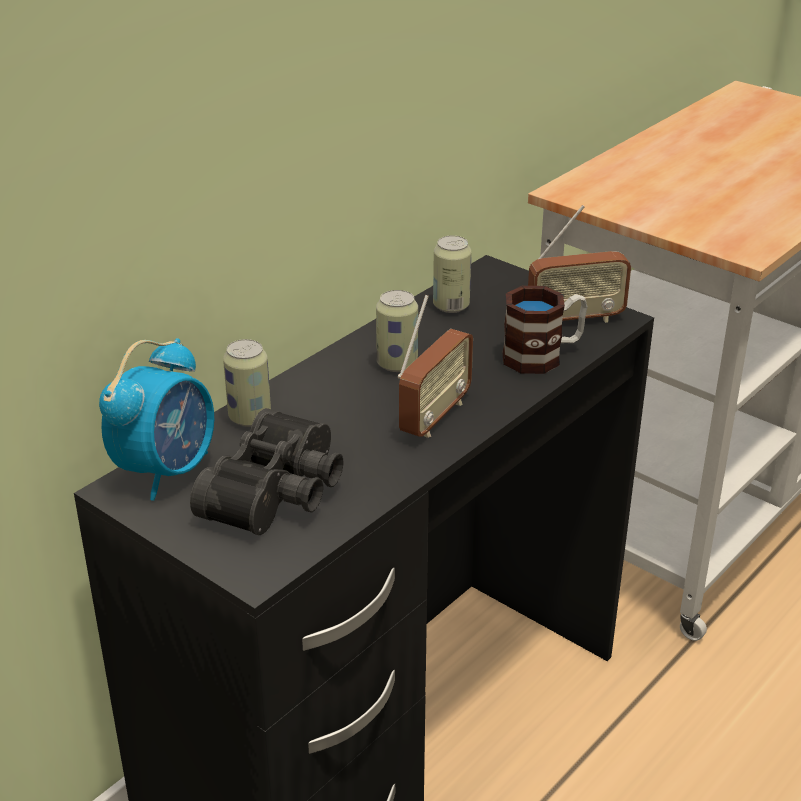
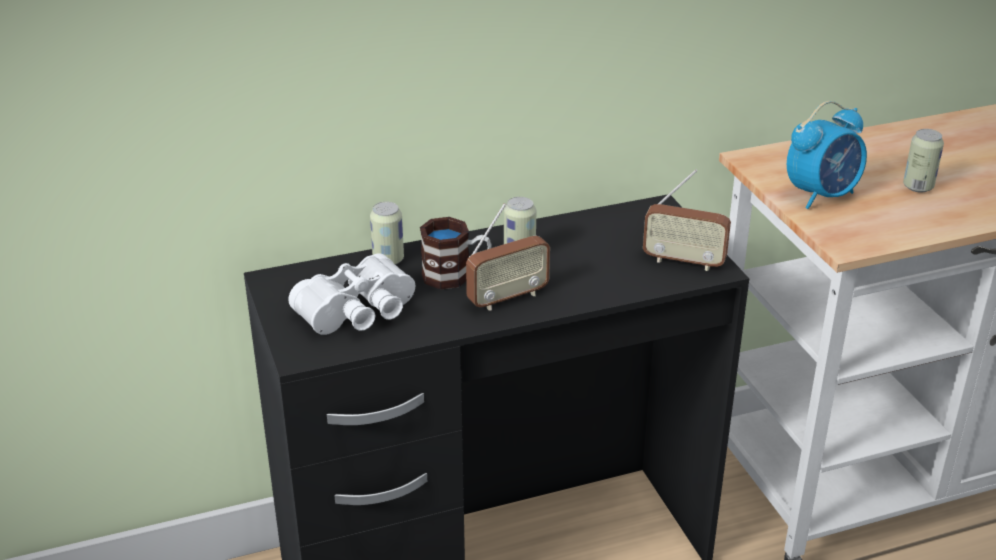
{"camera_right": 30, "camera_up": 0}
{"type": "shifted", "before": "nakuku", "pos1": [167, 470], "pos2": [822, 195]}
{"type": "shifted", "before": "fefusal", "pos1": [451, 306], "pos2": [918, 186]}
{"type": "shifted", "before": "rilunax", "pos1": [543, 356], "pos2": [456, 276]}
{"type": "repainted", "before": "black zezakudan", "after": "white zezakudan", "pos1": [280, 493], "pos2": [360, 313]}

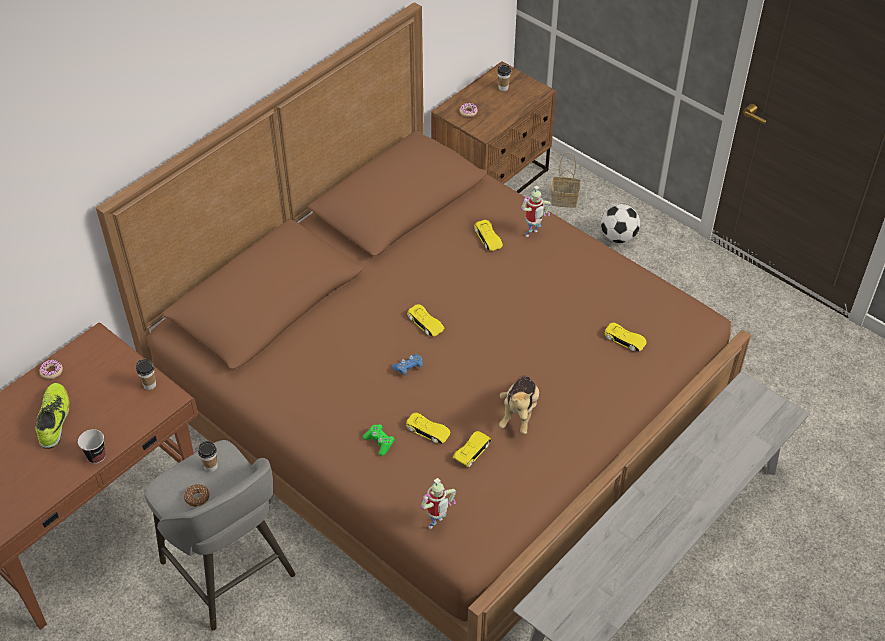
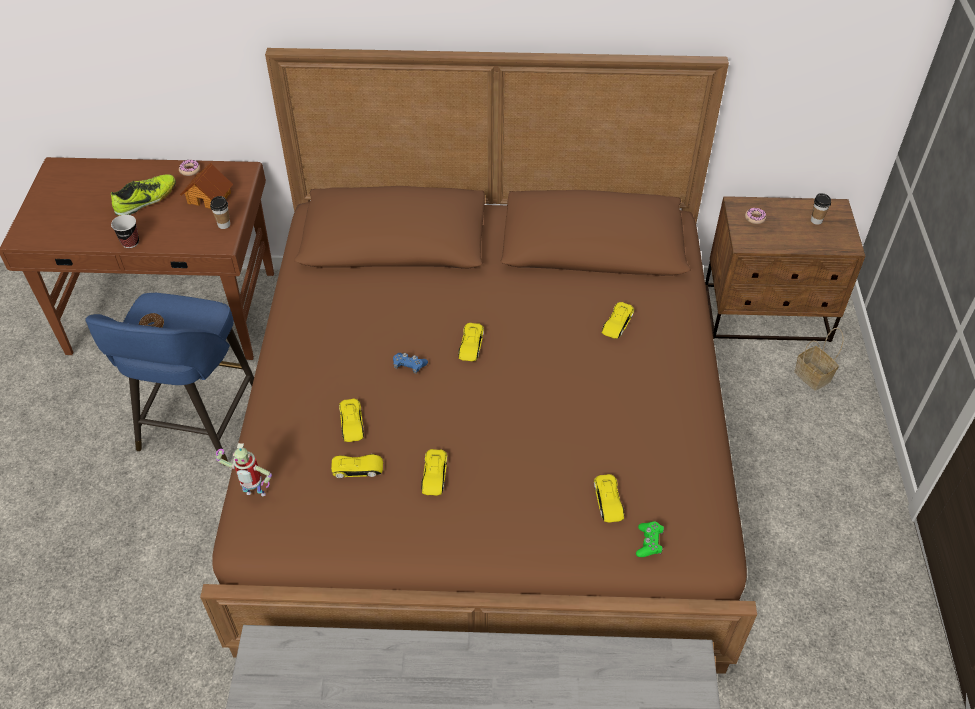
{"camera_right": 50, "camera_up": 0}
{"type": "gone", "before": "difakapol", "pos1": [211, 466]}
{"type": "gone", "before": "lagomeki", "pos1": [532, 234]}
{"type": "gone", "before": "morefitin", "pos1": [618, 237]}
{"type": "new", "after": "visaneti", "pos2": [209, 197]}
{"type": "shifted", "before": "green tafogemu", "pos1": [379, 442], "pos2": [649, 543]}
{"type": "swapped", "before": "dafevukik", "after": "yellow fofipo", "pos1": [519, 413], "pos2": [434, 475]}
{"type": "repainted", "before": "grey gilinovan", "after": "blue gilinovan", "pos1": [230, 572], "pos2": [197, 423]}

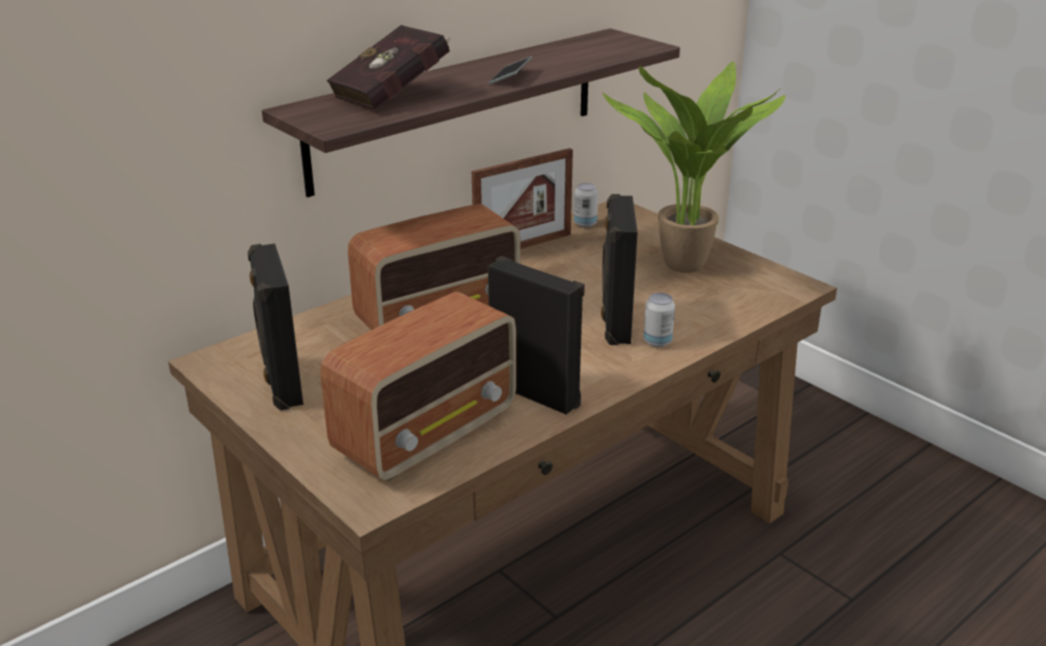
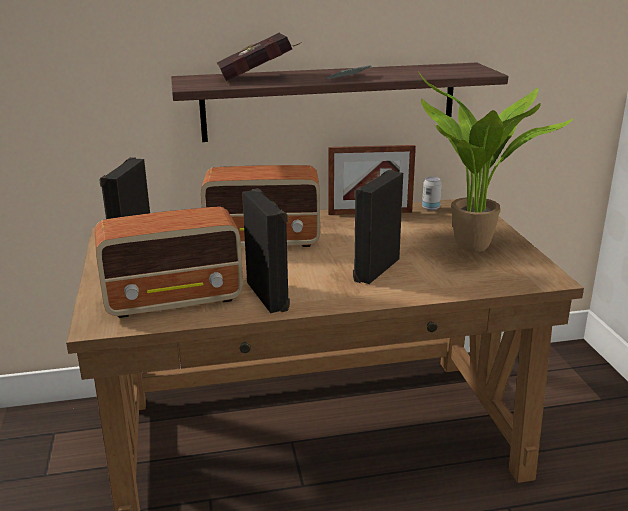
{"camera_right": 30, "camera_up": -5}
{"type": "gone", "before": "fefusal", "pos1": [657, 342]}

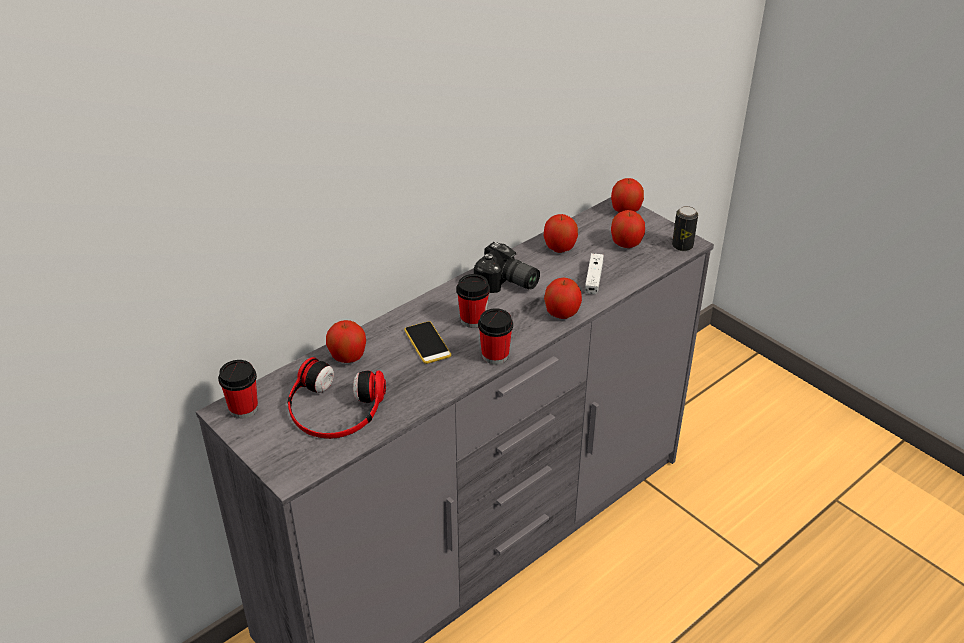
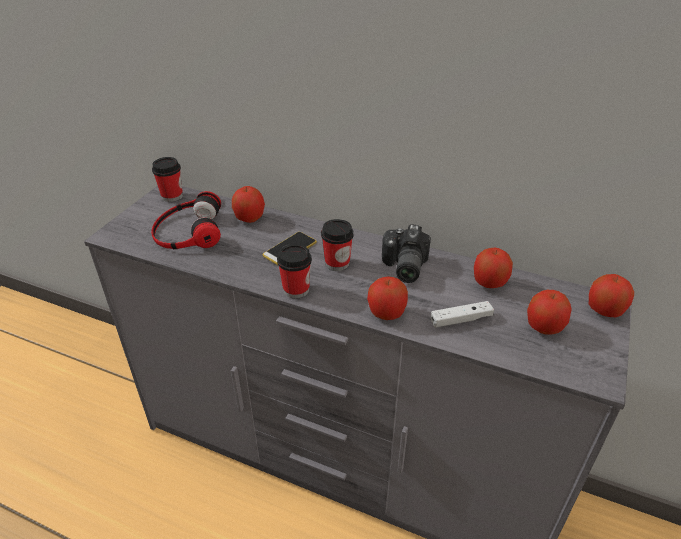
{"camera_right": 65, "camera_up": 0}
{"type": "gone", "before": "fefusal", "pos1": [682, 246]}

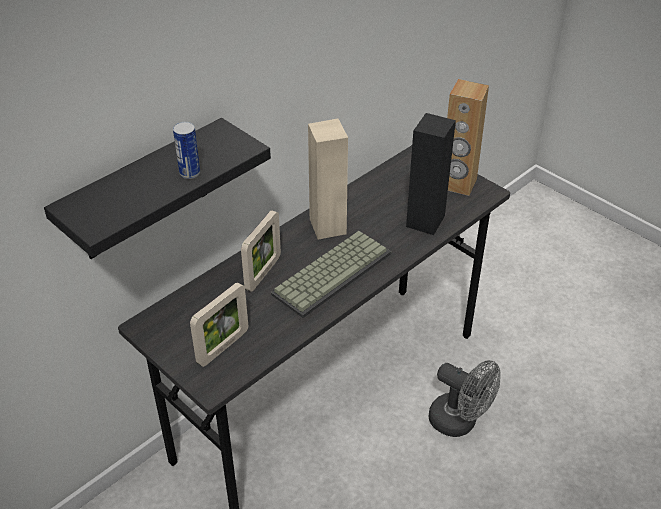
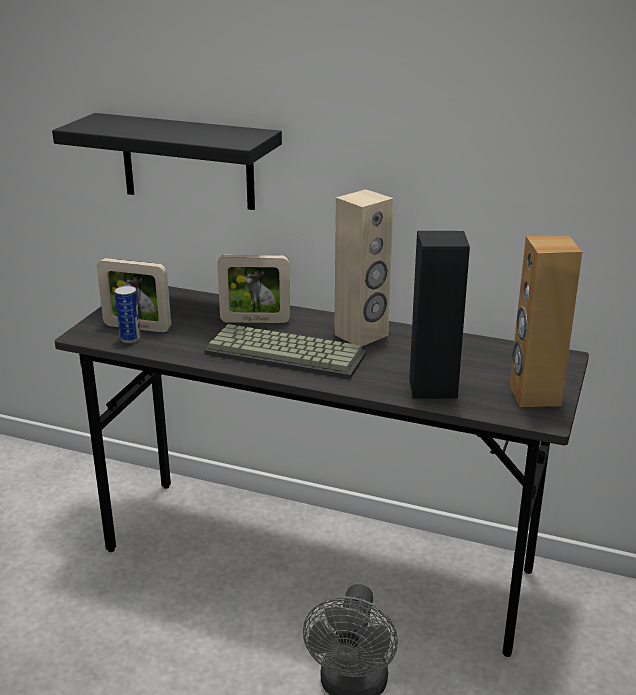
{"camera_right": 65, "camera_up": -15}
{"type": "shifted", "before": "fefusal", "pos1": [189, 173], "pos2": [130, 339]}

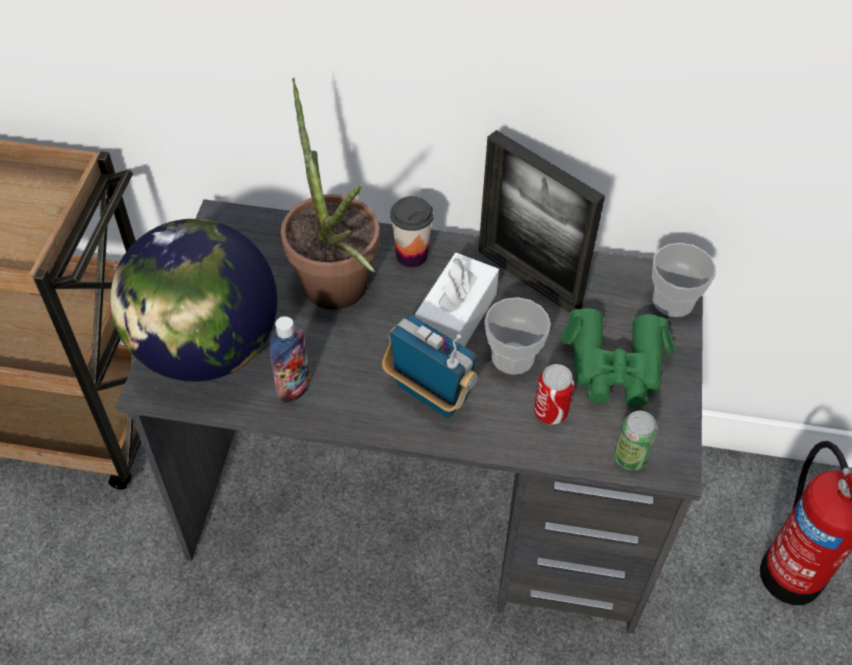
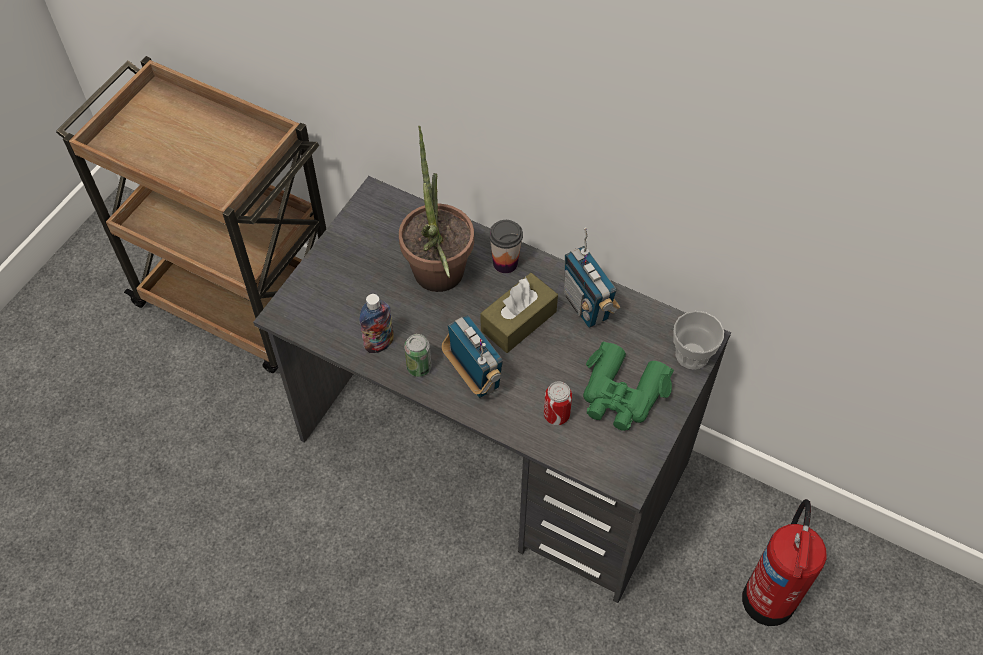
{"camera_right": 20, "camera_up": 5}
{"type": "gone", "before": "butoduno", "pos1": [206, 349]}
{"type": "gone", "before": "difakapol", "pos1": [513, 357]}
{"type": "shifted", "before": "fefusal", "pos1": [630, 457], "pos2": [419, 367]}
{"type": "swapped", "before": "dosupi", "after": "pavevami", "pos1": [528, 279], "pos2": [587, 306]}
{"type": "repainted", "before": "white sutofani", "after": "brown sutofani", "pos1": [456, 316], "pos2": [518, 321]}

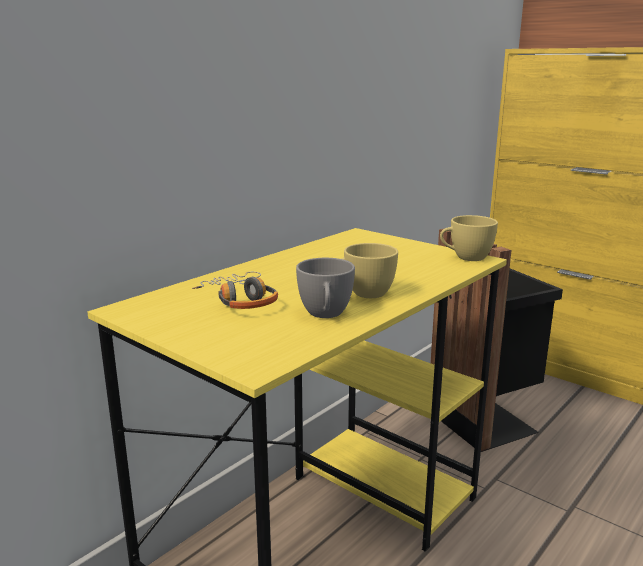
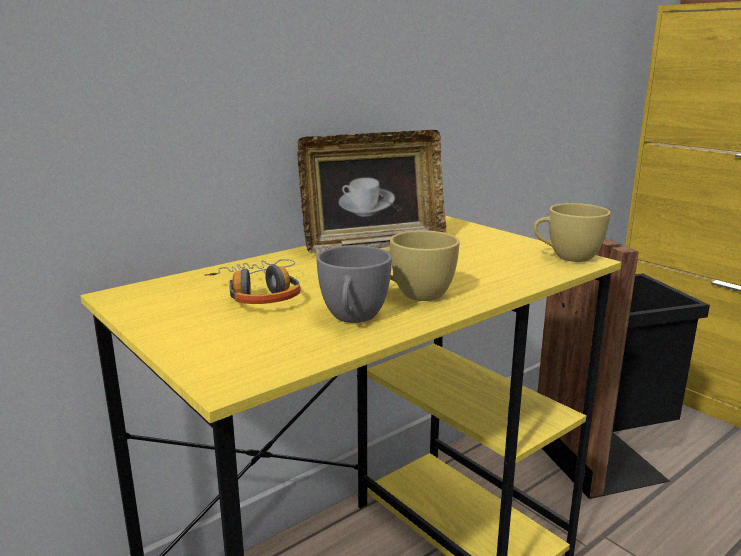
{"camera_right": 10, "camera_up": 0}
{"type": "new", "after": "dosupi", "pos2": [373, 245]}

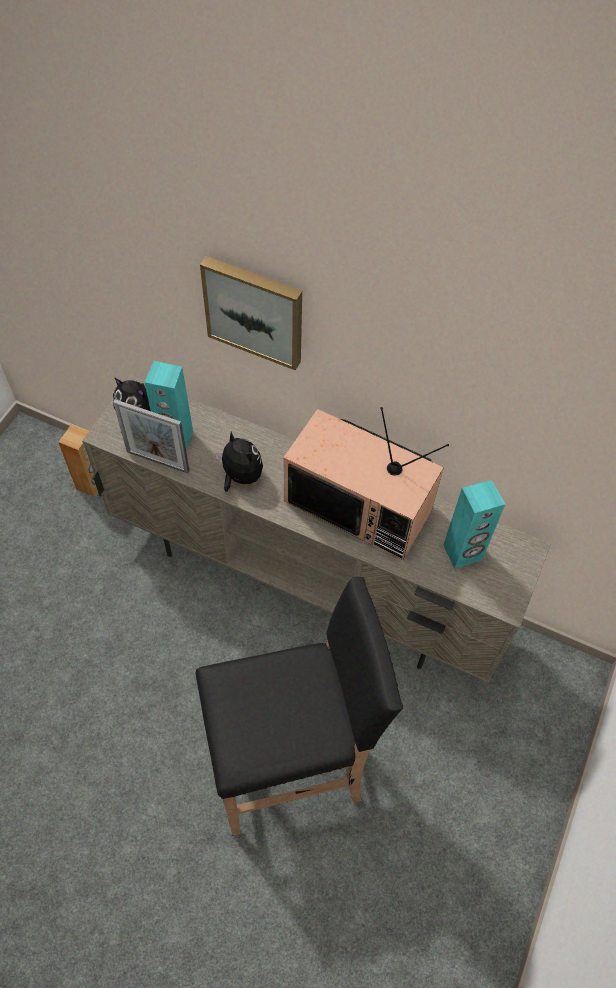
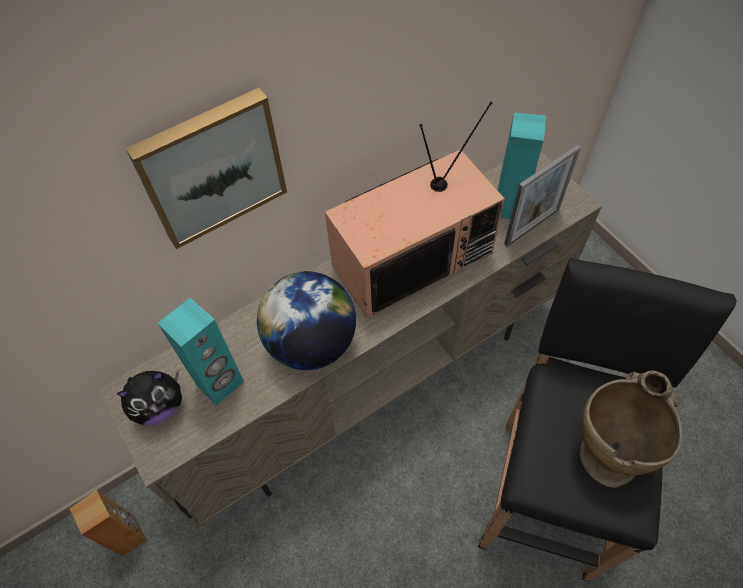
{"camera_right": -55, "camera_up": 0}
{"type": "new", "after": "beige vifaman", "pos2": [610, 445]}
{"type": "shifted", "before": "dosupi", "pos1": [158, 461], "pos2": [532, 226]}
{"type": "swapped", "before": "dafevukik", "after": "butoduno", "pos1": [240, 476], "pos2": [311, 343]}

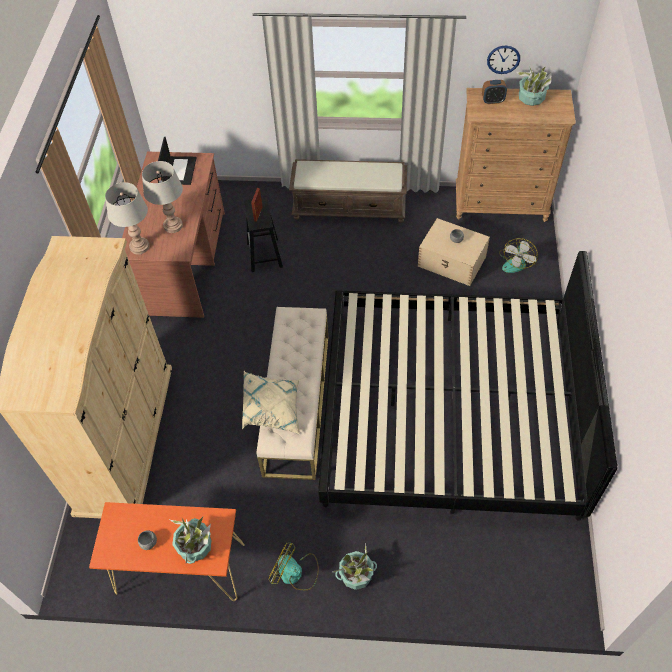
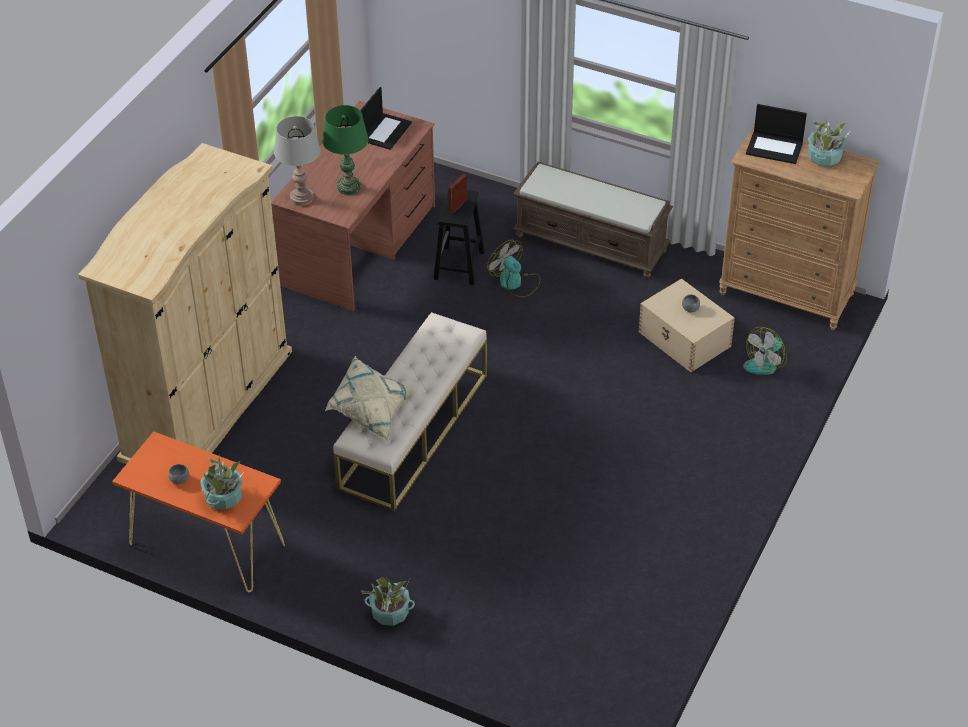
{"camera_right": 20, "camera_up": -10}
{"type": "gone", "before": "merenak", "pos1": [450, 410]}
{"type": "gone", "before": "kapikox", "pos1": [503, 59]}
{"type": "shifted", "before": "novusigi", "pos1": [295, 573], "pos2": [515, 283]}
{"type": "swapped", "before": "nakuku", "after": "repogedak", "pos1": [492, 101], "pos2": [775, 148]}
{"type": "repainted", "before": "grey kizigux", "after": "green kizigux", "pos1": [173, 226], "pos2": [348, 187]}

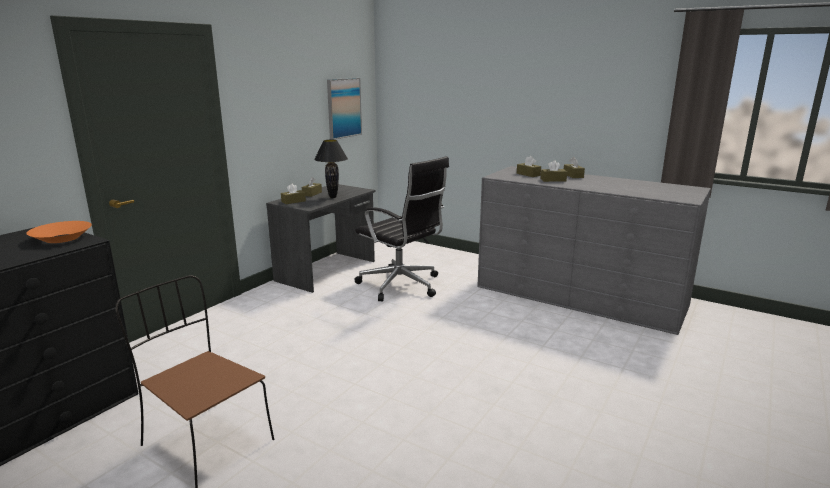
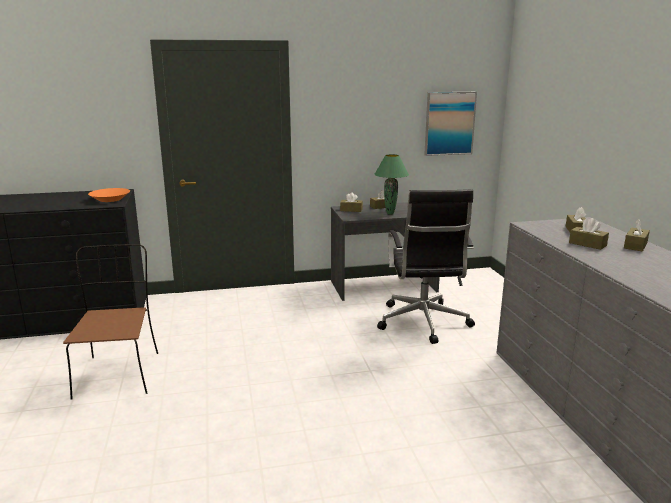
{"camera_right": 45, "camera_up": 0}
{"type": "repainted", "before": "black kizigux", "after": "green kizigux", "pos1": [332, 197], "pos2": [390, 213]}

